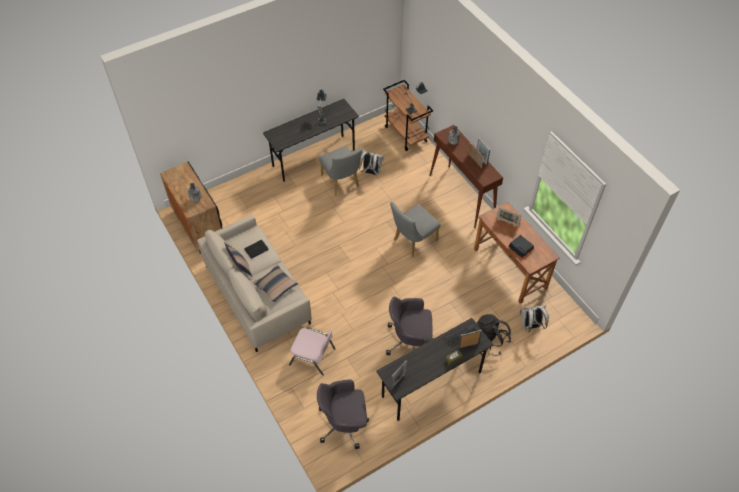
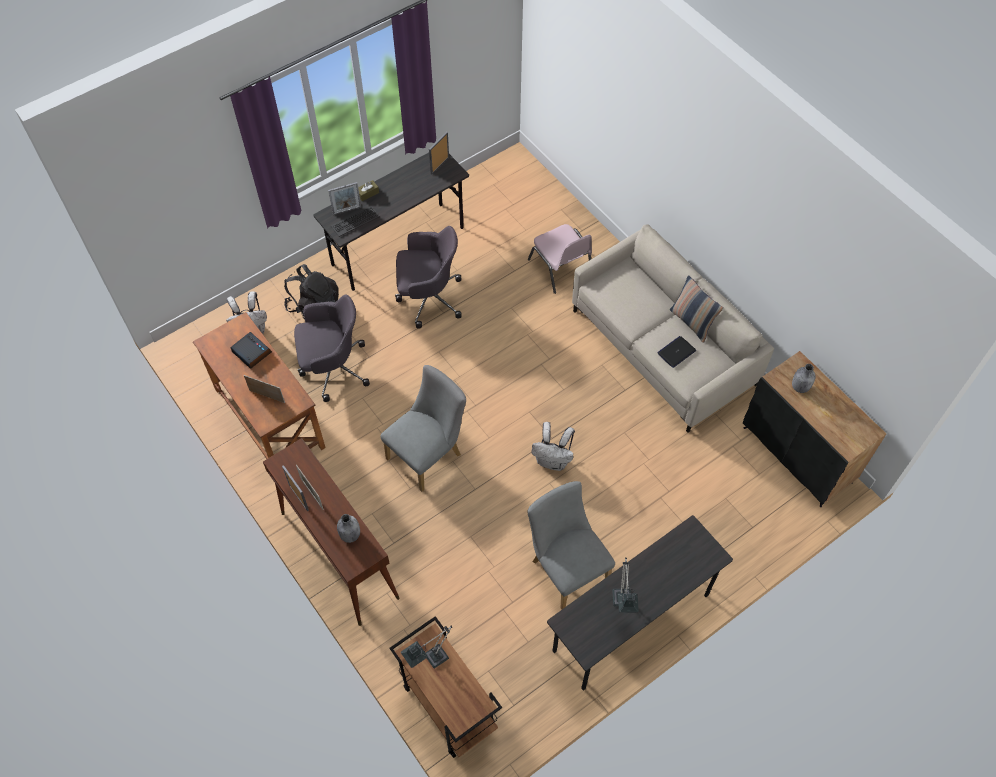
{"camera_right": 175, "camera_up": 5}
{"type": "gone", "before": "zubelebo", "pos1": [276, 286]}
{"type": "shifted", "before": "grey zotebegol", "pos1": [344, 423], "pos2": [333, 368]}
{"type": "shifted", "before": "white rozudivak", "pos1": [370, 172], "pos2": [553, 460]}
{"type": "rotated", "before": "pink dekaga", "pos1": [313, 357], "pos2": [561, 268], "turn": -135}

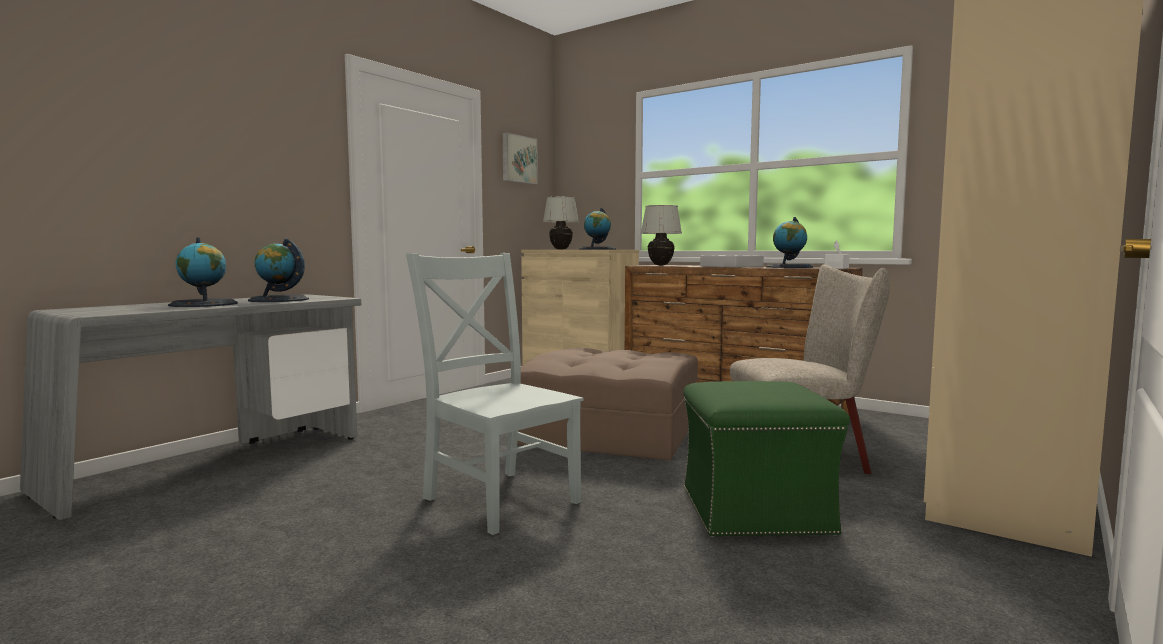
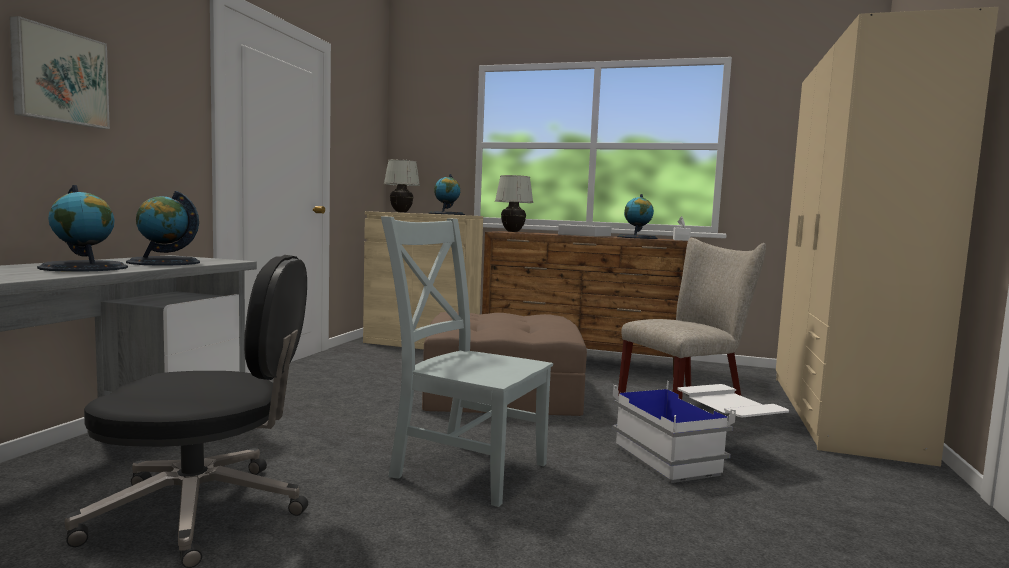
{"camera_right": -20, "camera_up": 0}
{"type": "new", "after": "black zotebegol", "pos2": [203, 512]}
{"type": "shifted", "before": "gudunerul", "pos1": [518, 159], "pos2": [59, 77]}
{"type": "swapped", "before": "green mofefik", "after": "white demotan", "pos1": [756, 511], "pos2": [696, 456]}

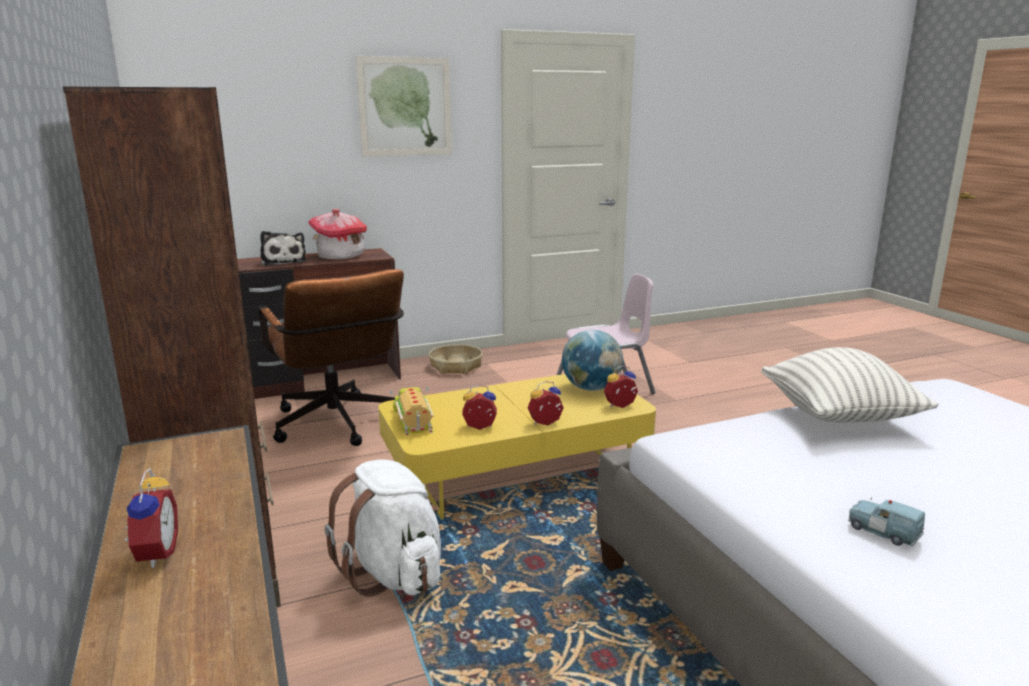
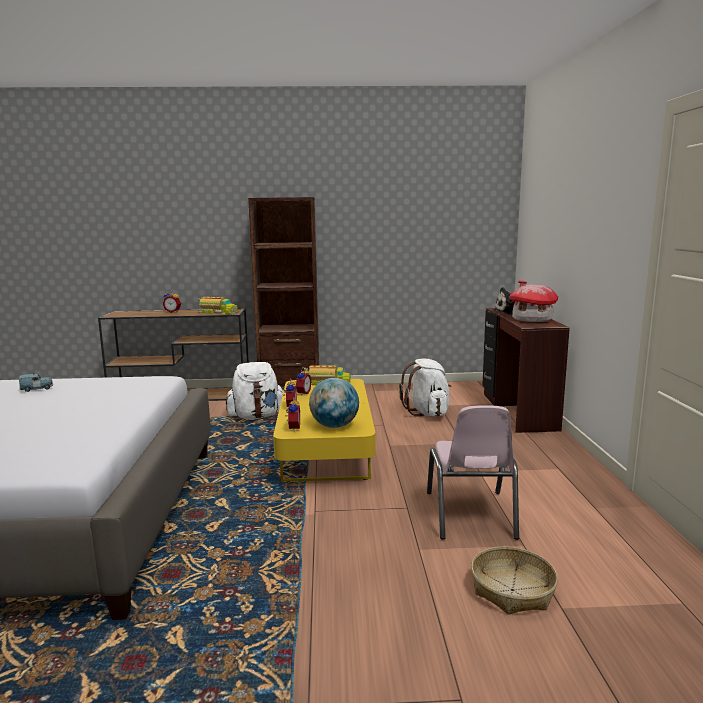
{"camera_right": 110, "camera_up": -5}
{"type": "gone", "before": "gudunerul", "pos1": [405, 107]}
{"type": "gone", "before": "zubelebo", "pos1": [839, 417]}
{"type": "new", "after": "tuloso", "pos2": [217, 312]}
{"type": "shifted", "before": "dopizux", "pos1": [455, 366], "pos2": [512, 590]}
{"type": "swapped", "before": "brown zotebegol", "after": "white rozudivak", "pos1": [338, 427], "pos2": [427, 412]}

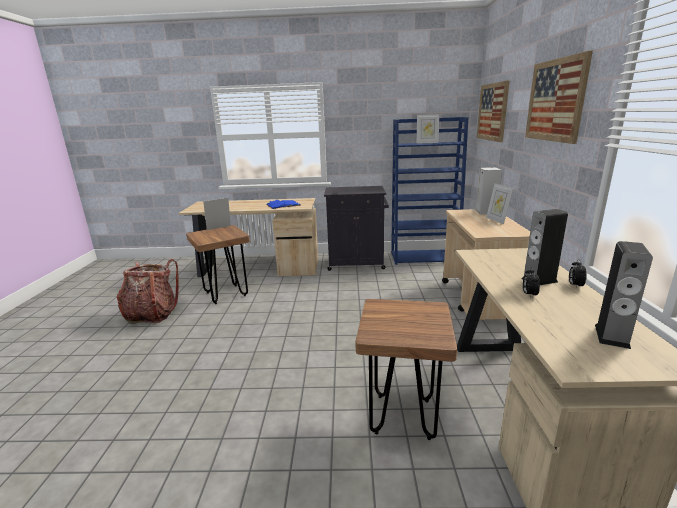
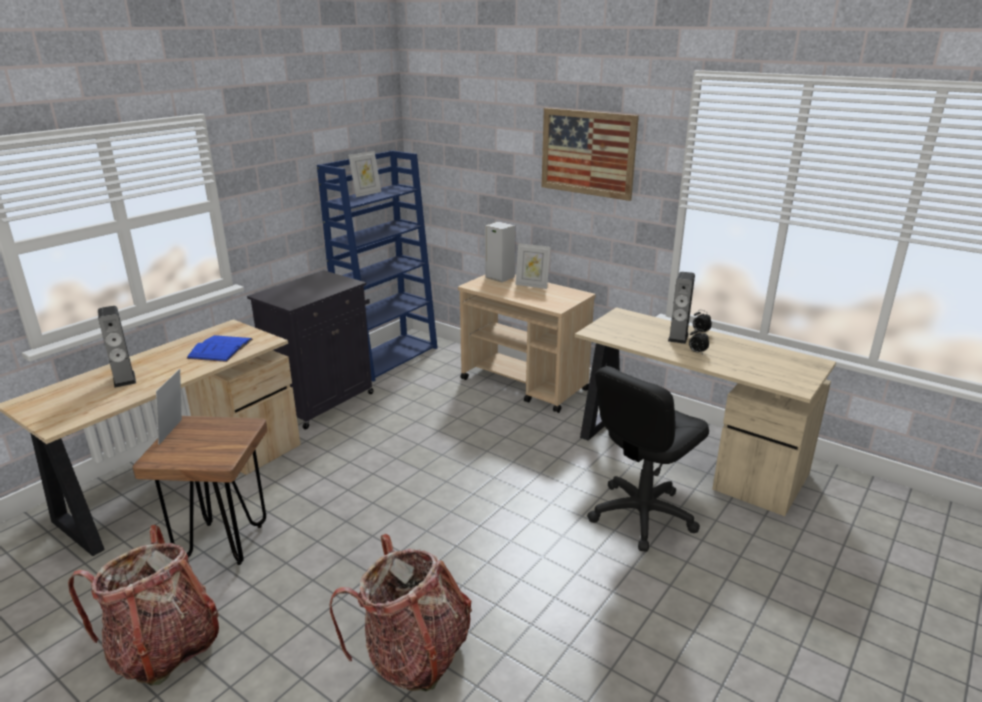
{"camera_right": -55, "camera_up": 5}
{"type": "gone", "before": "gudunerul", "pos1": [492, 112]}
{"type": "new", "after": "rozudivak", "pos2": [413, 655]}
{"type": "shifted", "before": "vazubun", "pos1": [612, 336], "pos2": [124, 379]}
{"type": "swapped", "before": "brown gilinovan", "after": "black zotebegol", "pos1": [402, 416], "pos2": [641, 515]}

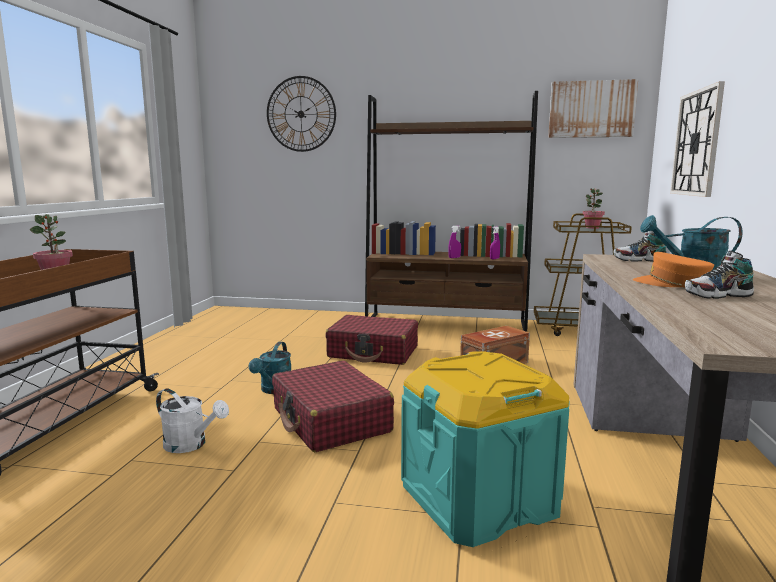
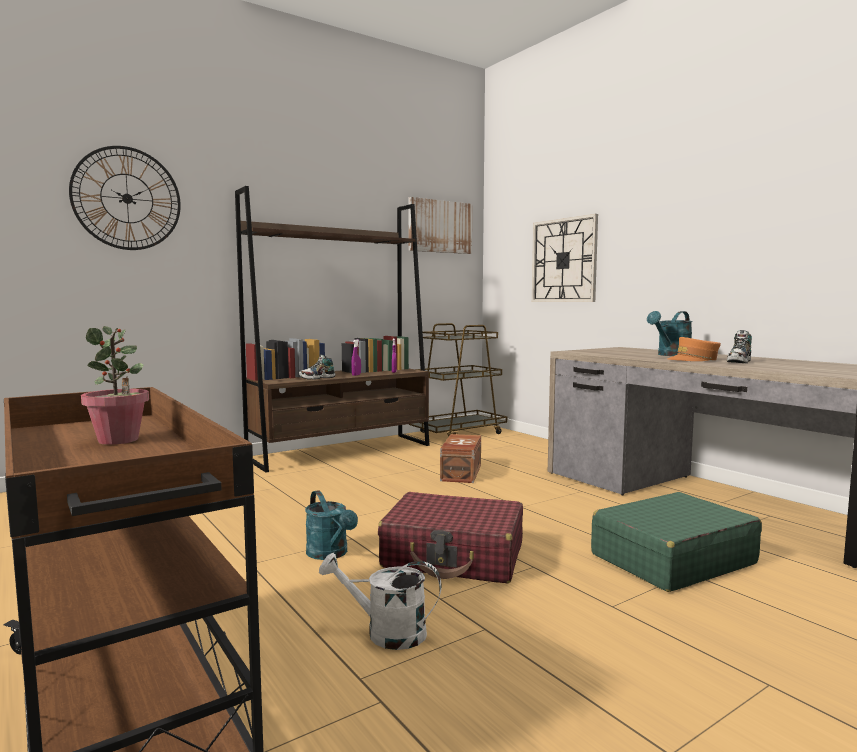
{"camera_right": -45, "camera_up": -5}
{"type": "gone", "before": "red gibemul", "pos1": [373, 352]}
{"type": "gone", "before": "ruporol", "pos1": [592, 228]}
{"type": "shifted", "before": "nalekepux", "pos1": [639, 260], "pos2": [317, 378]}
{"type": "swapped", "before": "turquoise demotan", "after": "green gibemul", "pos1": [479, 499], "pos2": [672, 559]}
{"type": "rotated", "before": "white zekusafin", "pos1": [191, 445], "pos2": [385, 633], "turn": -150}

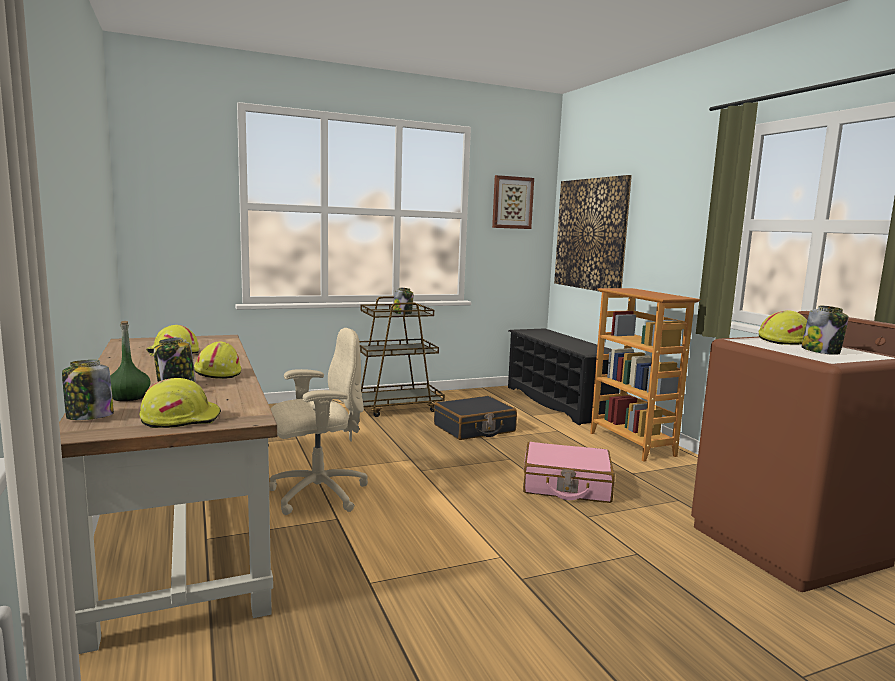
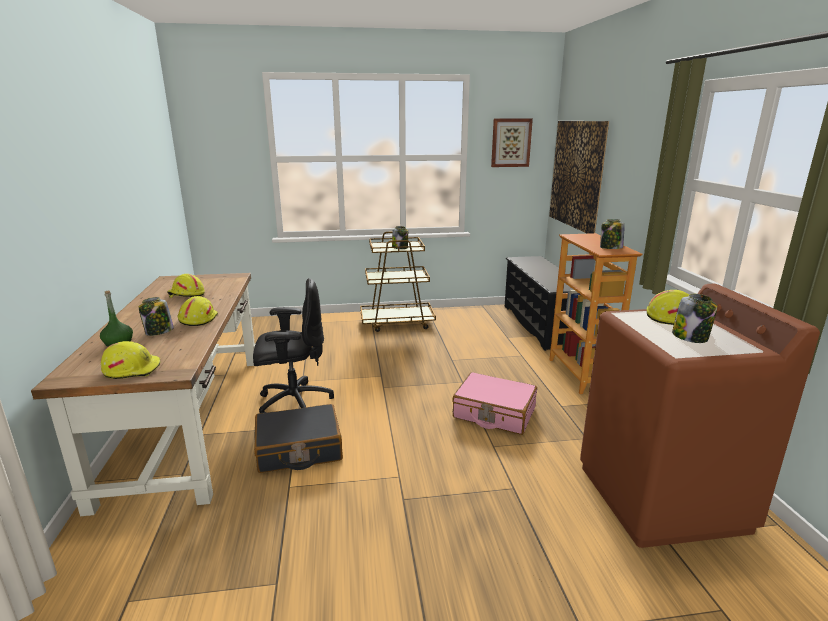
{"camera_right": 15, "camera_up": 10}
{"type": "shifted", "before": "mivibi", "pos1": [89, 417], "pos2": [610, 248]}
{"type": "shifted", "before": "black gibemul", "pos1": [474, 429], "pos2": [299, 449]}
{"type": "repainted", "before": "beige zotebegol", "after": "black zotebegol", "pos1": [316, 494], "pos2": [293, 403]}

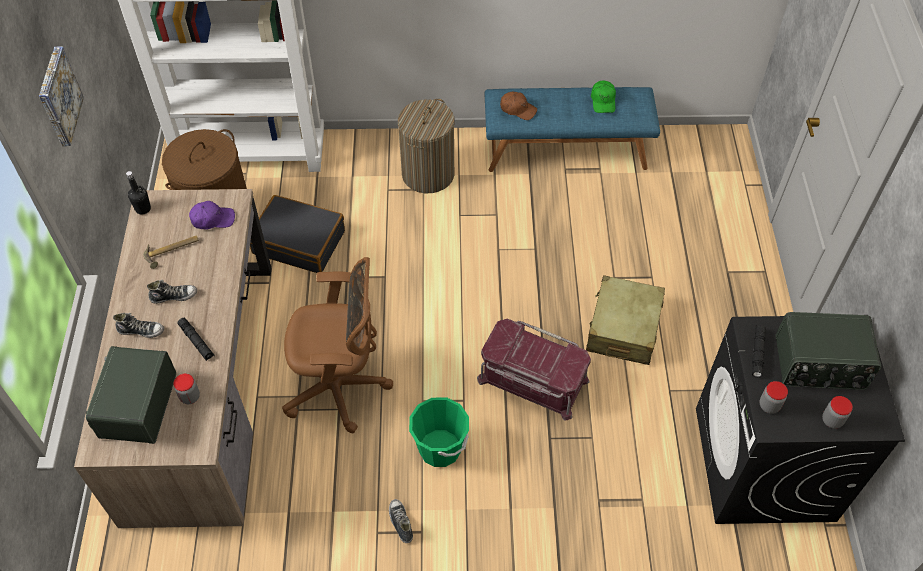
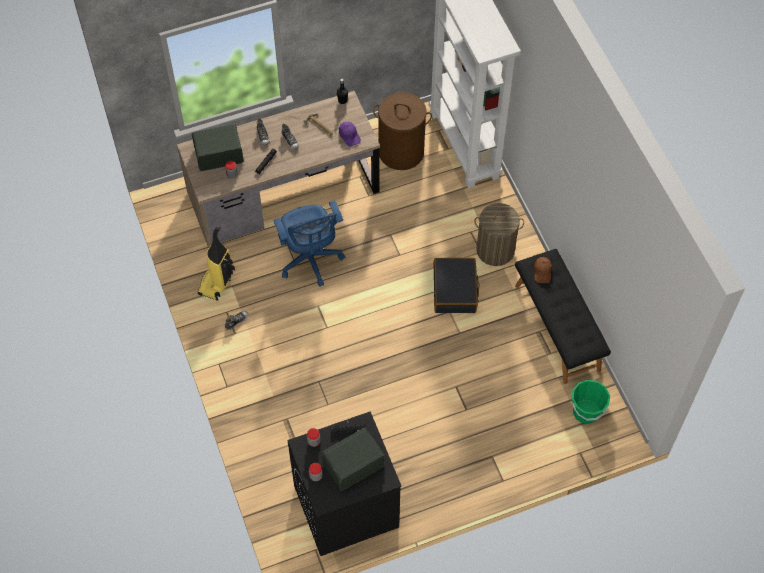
{"camera_right": 70, "camera_up": 5}
{"type": "gone", "before": "gudunerul", "pos1": [58, 96]}
{"type": "gone", "before": "red demotan", "pos1": [532, 381]}
{"type": "gone", "before": "beige gibemul", "pos1": [623, 329]}
{"type": "gone", "before": "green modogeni", "pos1": [603, 101]}
{"type": "new", "after": "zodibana", "pos2": [217, 283]}
{"type": "shifted", "before": "black gibemul", "pos1": [299, 242], "pos2": [455, 290]}
{"type": "shifted", "before": "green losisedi", "pos1": [440, 448], "pos2": [586, 412]}
{"type": "repainted", "before": "brown zotebegol", "after": "blue zotebegol", "pos1": [340, 387], "pos2": [310, 260]}
{"type": "repainted", "before": "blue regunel", "after": "black regunel", "pos1": [566, 150], "pos2": [558, 327]}
{"type": "rotated", "before": "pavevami", "pos1": [820, 364], "pos2": [353, 464], "turn": 75}

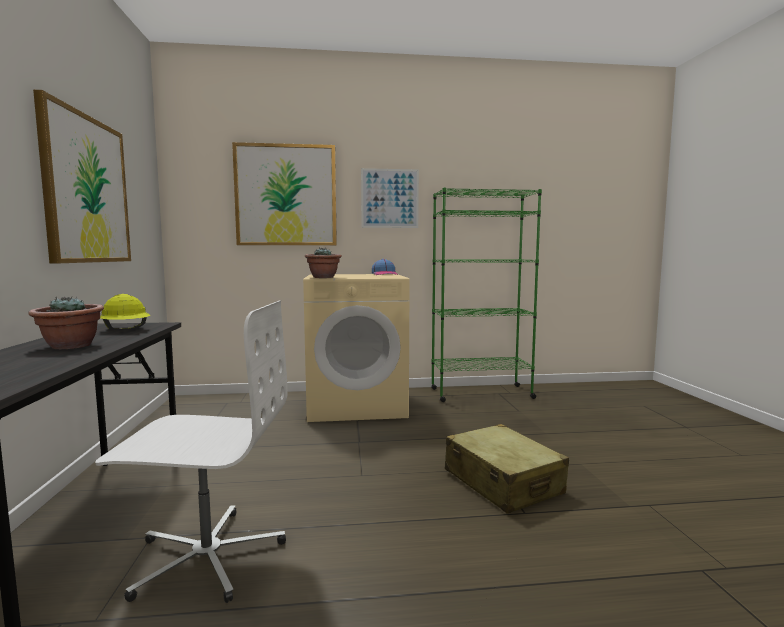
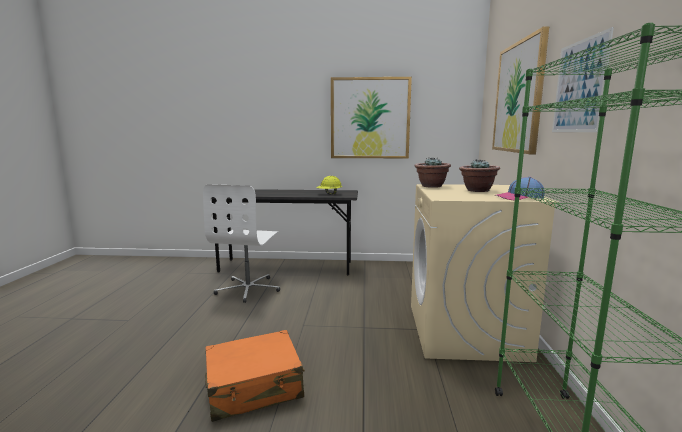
{"camera_right": 100, "camera_up": 5}
{"type": "shifted", "before": "ruporol", "pos1": [70, 346], "pos2": [477, 190]}
{"type": "repainted", "before": "beige gibemul", "after": "orange gibemul", "pos1": [502, 482], "pos2": [254, 387]}

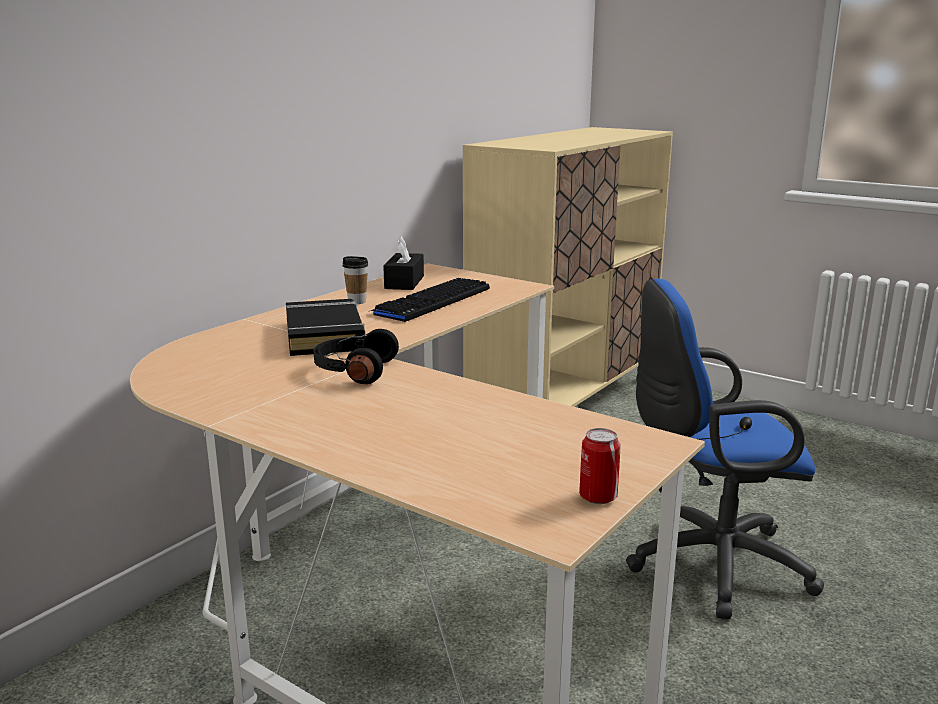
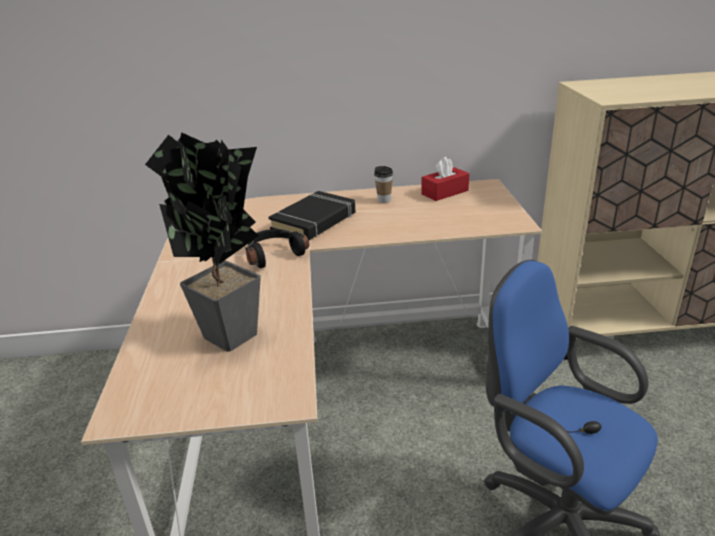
{"camera_right": 50, "camera_up": 10}
{"type": "gone", "before": "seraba", "pos1": [431, 301]}
{"type": "gone", "before": "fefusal", "pos1": [598, 497]}
{"type": "new", "after": "ruporol", "pos2": [232, 341]}
{"type": "repainted", "before": "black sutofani", "after": "red sutofani", "pos1": [404, 282], "pos2": [445, 192]}

